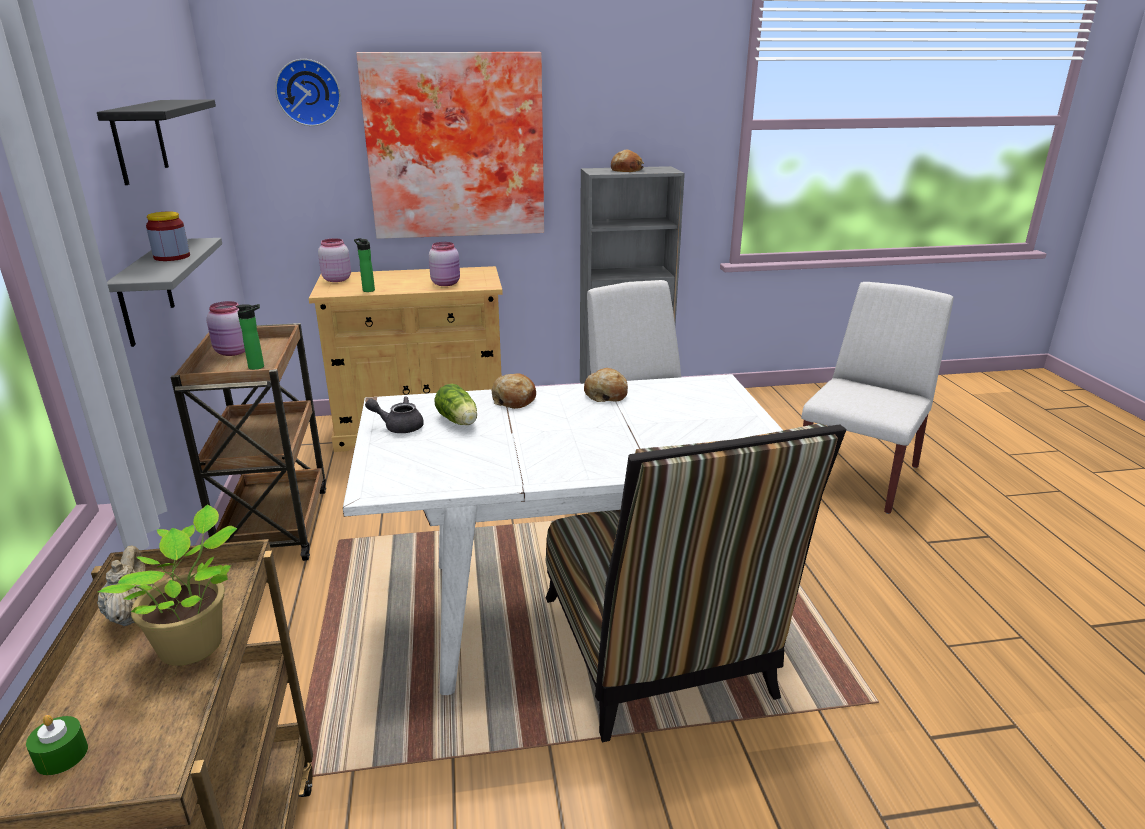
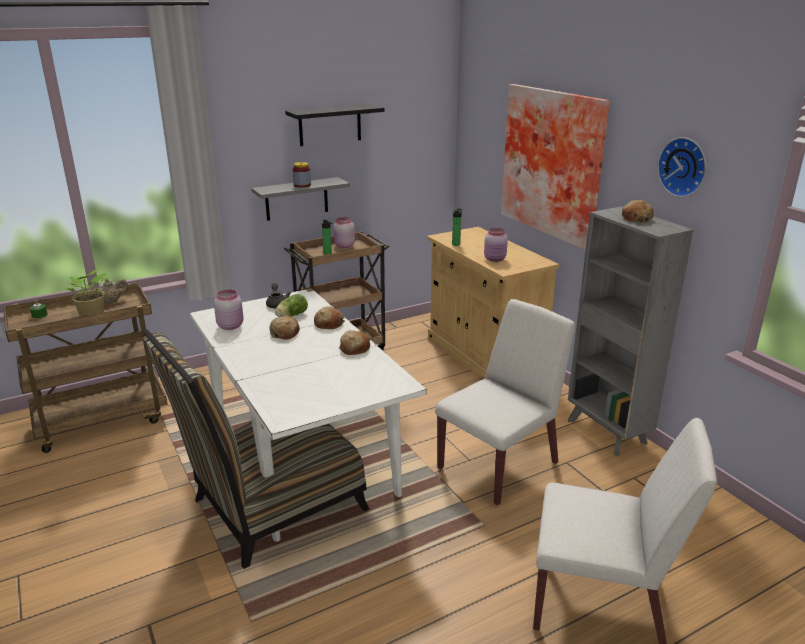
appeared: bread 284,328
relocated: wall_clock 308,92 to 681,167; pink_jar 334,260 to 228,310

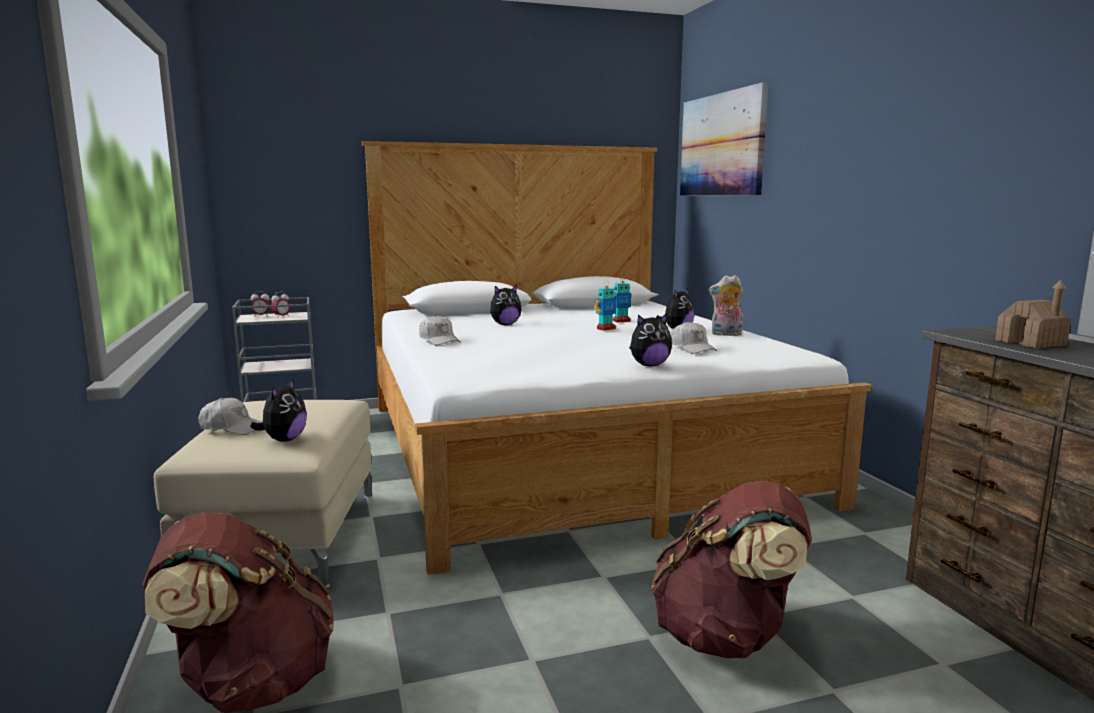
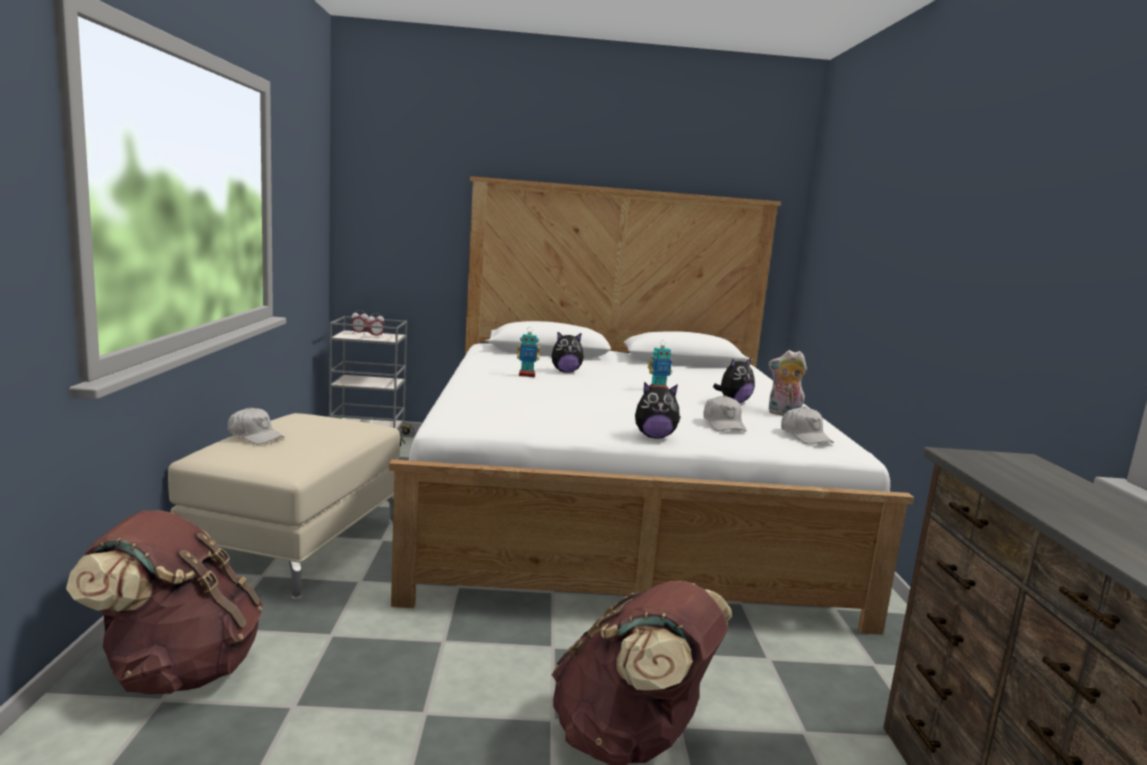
missing: picture 724,138; toy_house 1033,314; plush_toy 278,410
relocated: toy_robot 623,299 to 528,352; white_cap 440,330 to 807,425

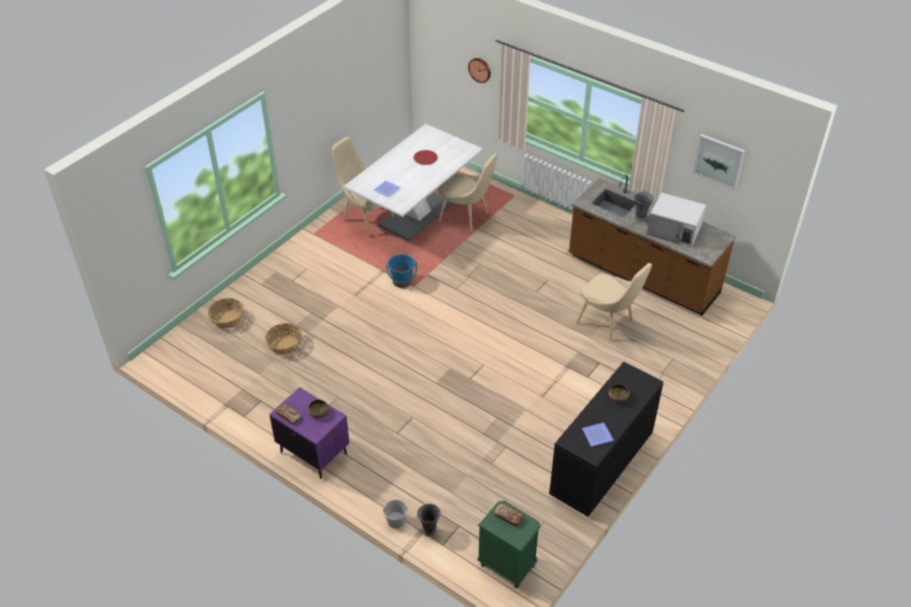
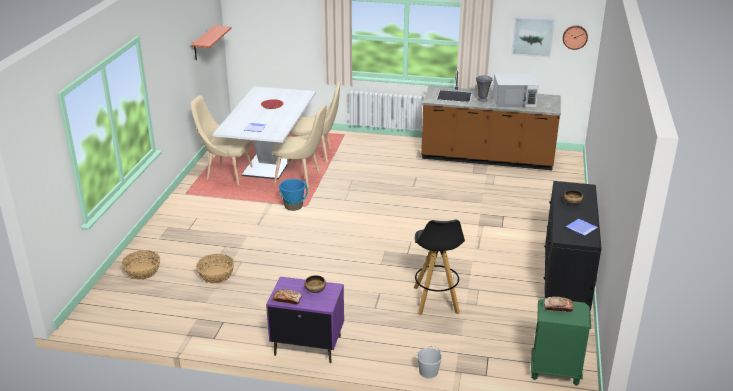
missing: grey_vase 429,520
appeared: shelf 211,43; black_stool 439,267
relocated: wall_clock 479,70 to 575,37; beige_chair 614,302 to 299,145

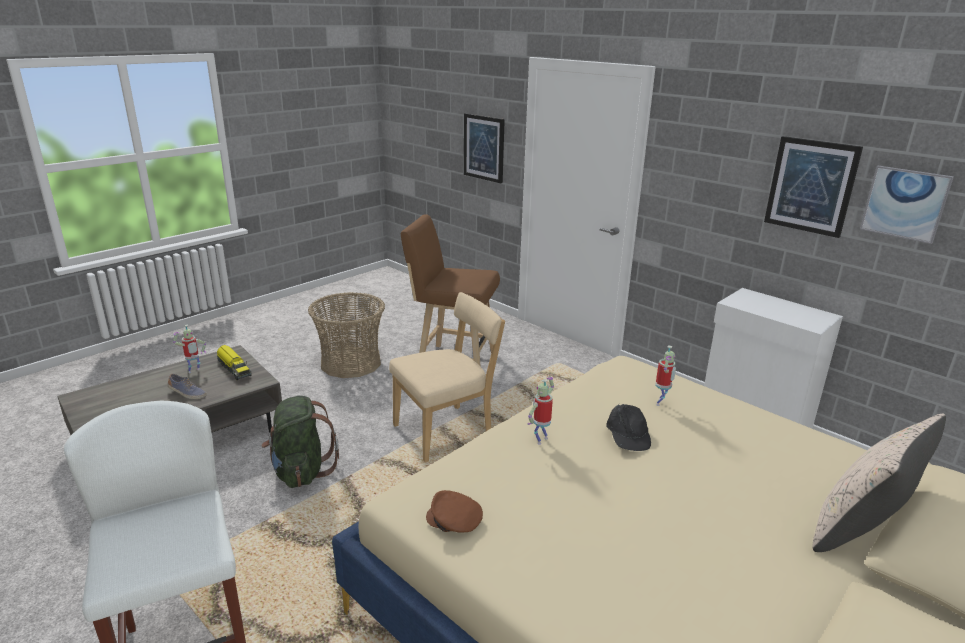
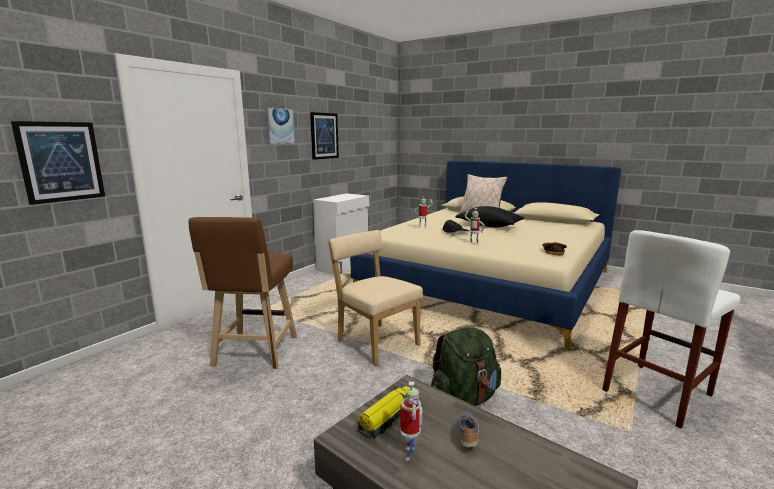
missing: basket 346,335
appeared: black_pillow 489,216
relocated: picture 907,205 to 280,126
spun: toy_robot 189,348 = 411,421 60 degrees clockwise

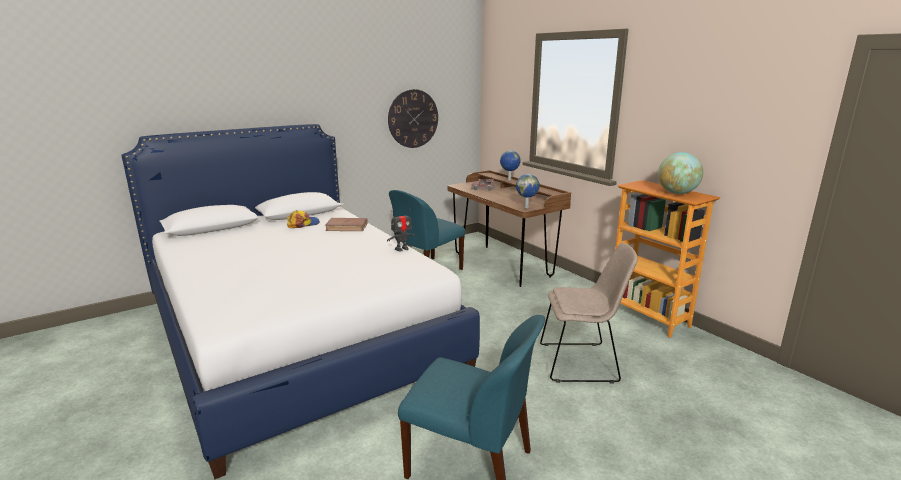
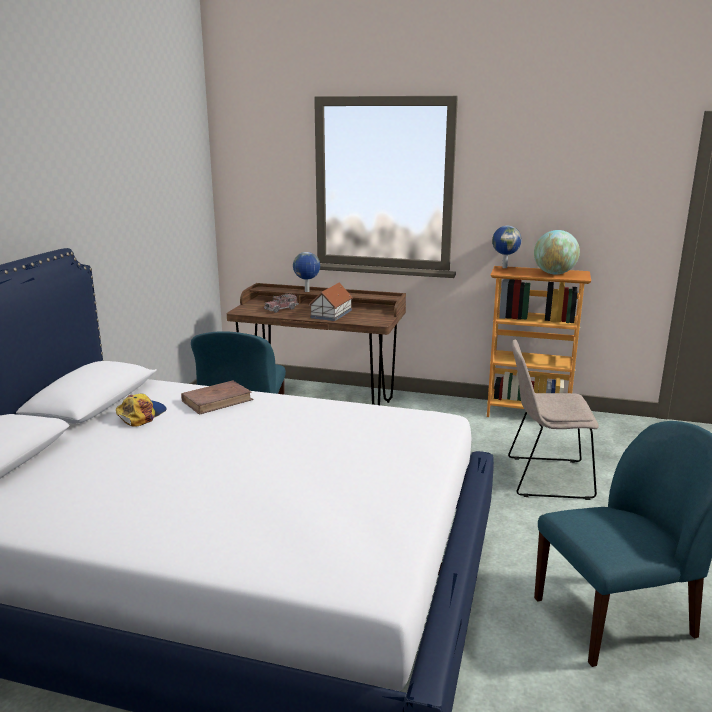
missing: wall_clock 413,118; toy_robot 401,230
appeared: toy_house 331,302
relocated: globe 528,191 to 507,246
spun: beige_chair 588,313 = 553,420 135 degrees counterclockwise

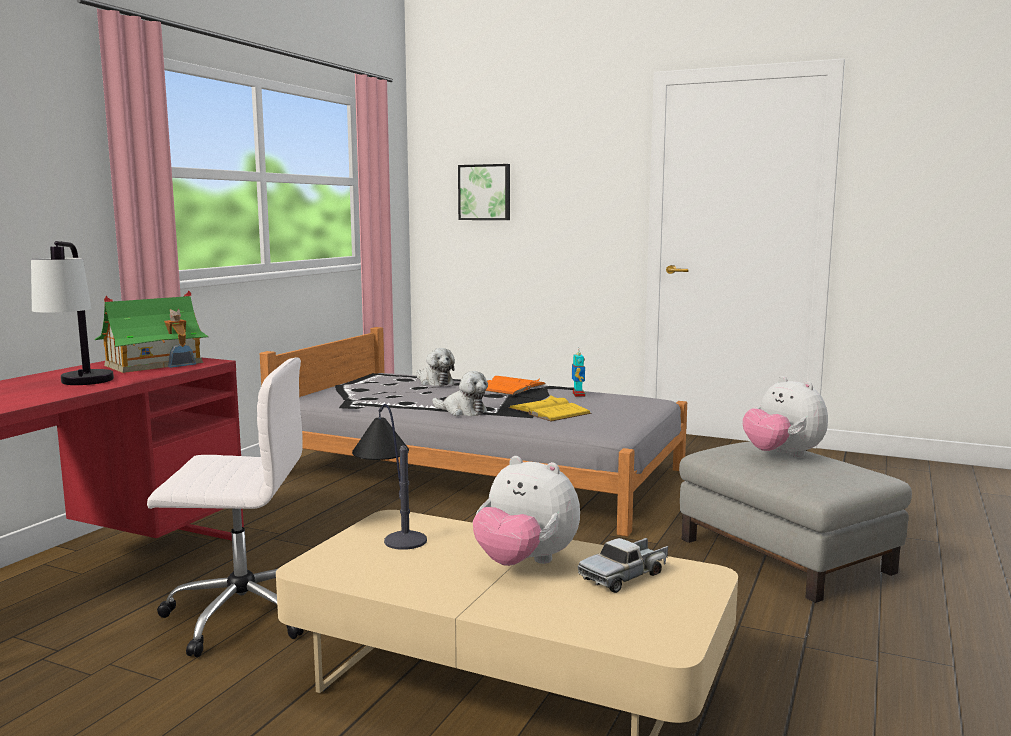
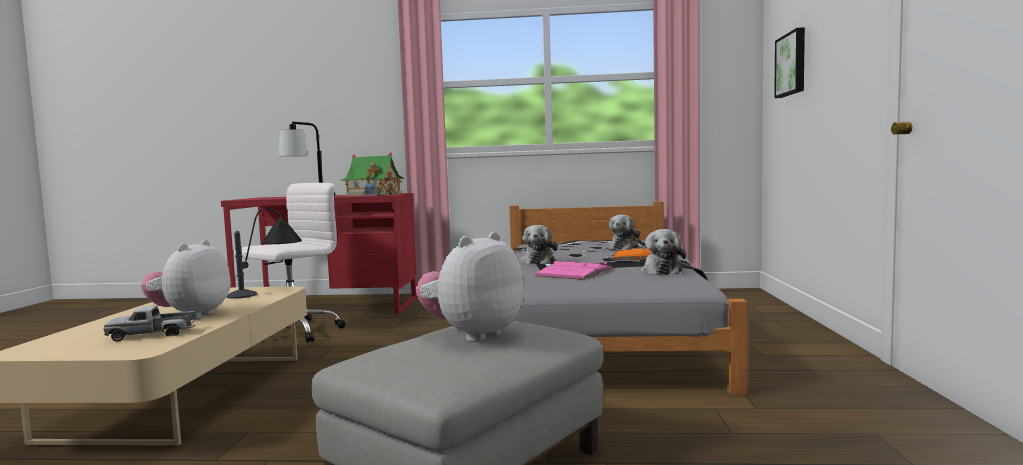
exchanged: toy_robot 579,372 to plush_toy 663,252
colour: yellow_book 549,408 to pink_book 573,270
spun: white_office_chair 225,507 = 289,263 120 degrees counterclockwise; toy_truck 622,565 = 149,323 45 degrees counterclockwise

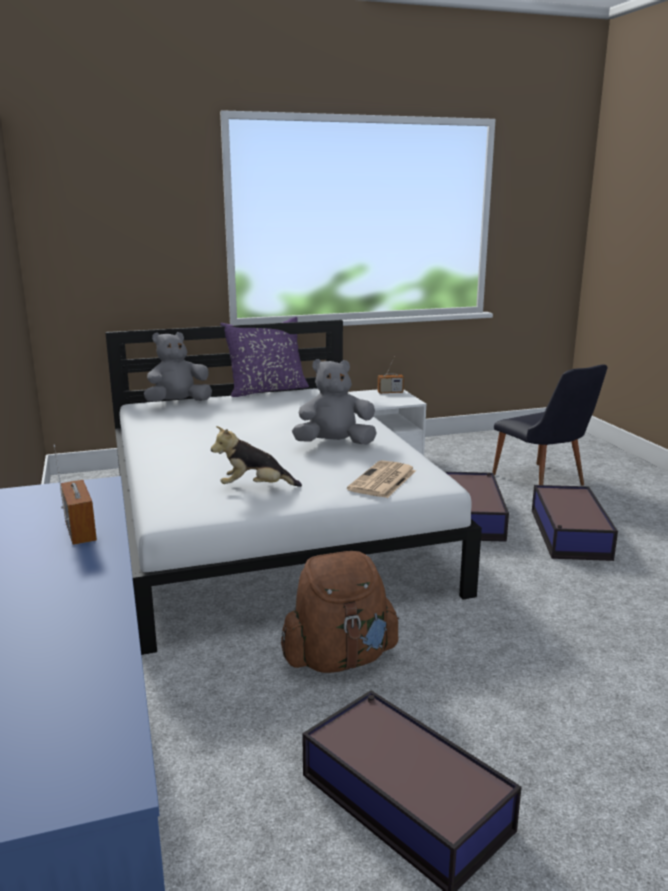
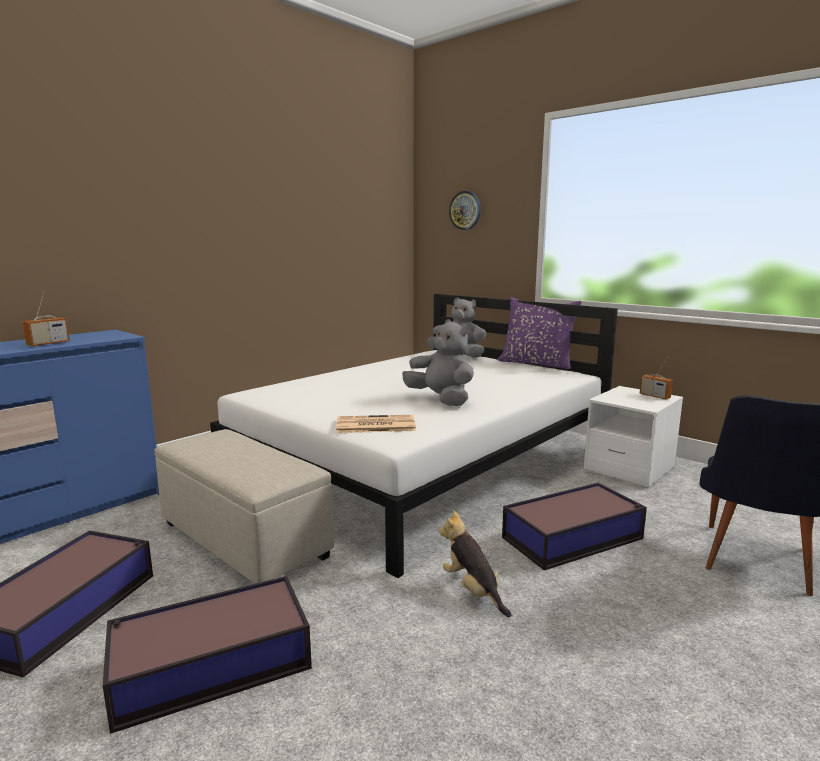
appeared: wall_clock 465,210
relocated: plush_toy 256,456 to 475,563; storage_box 575,523 to 207,655
exchanged: brown_backpack 340,612 to beige_ottoman 244,506

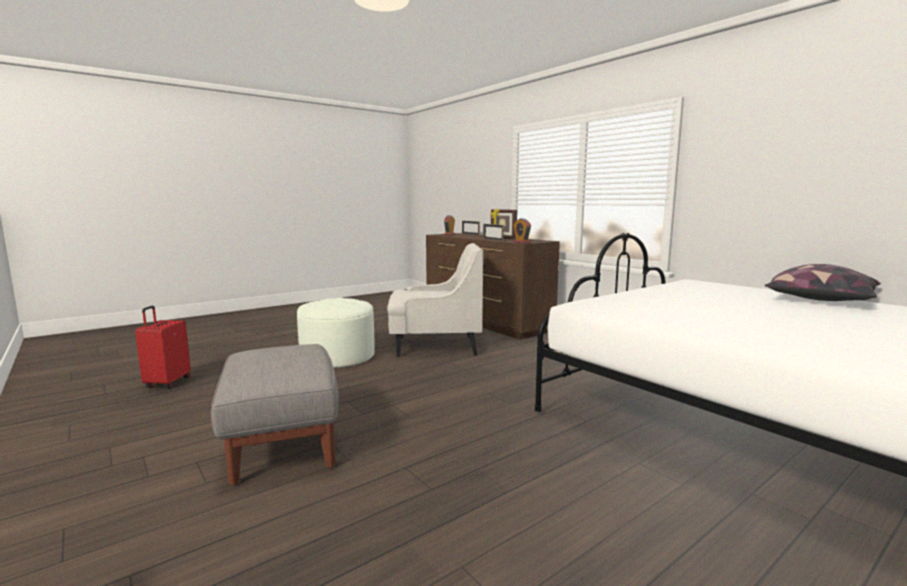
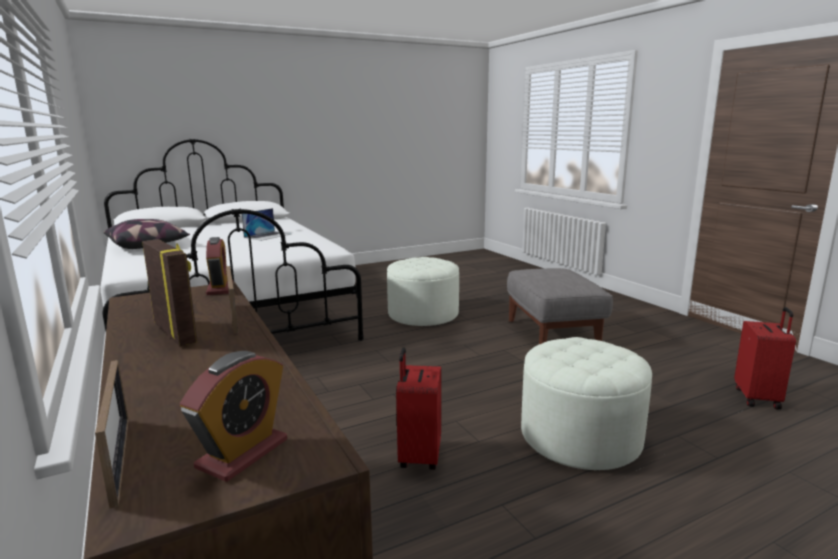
appeared: laptop 266,224; white_ottoman 423,291
exchanged: white_armchair 435,300 to red_suitcase 418,409

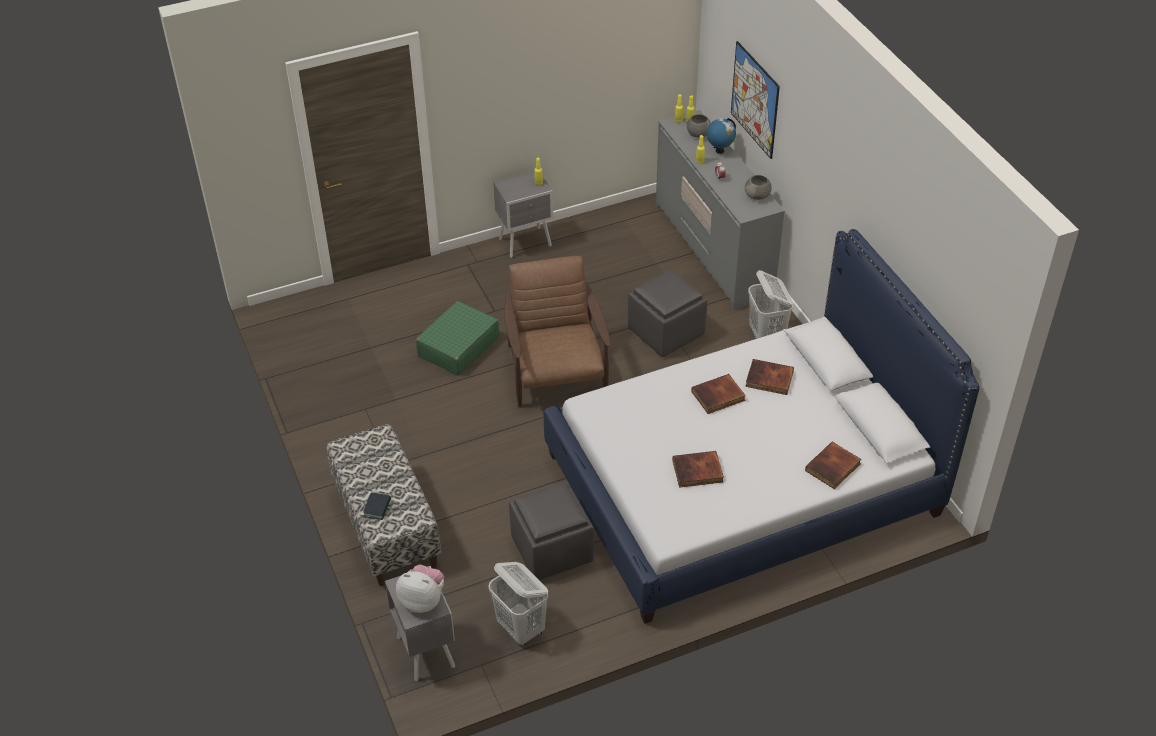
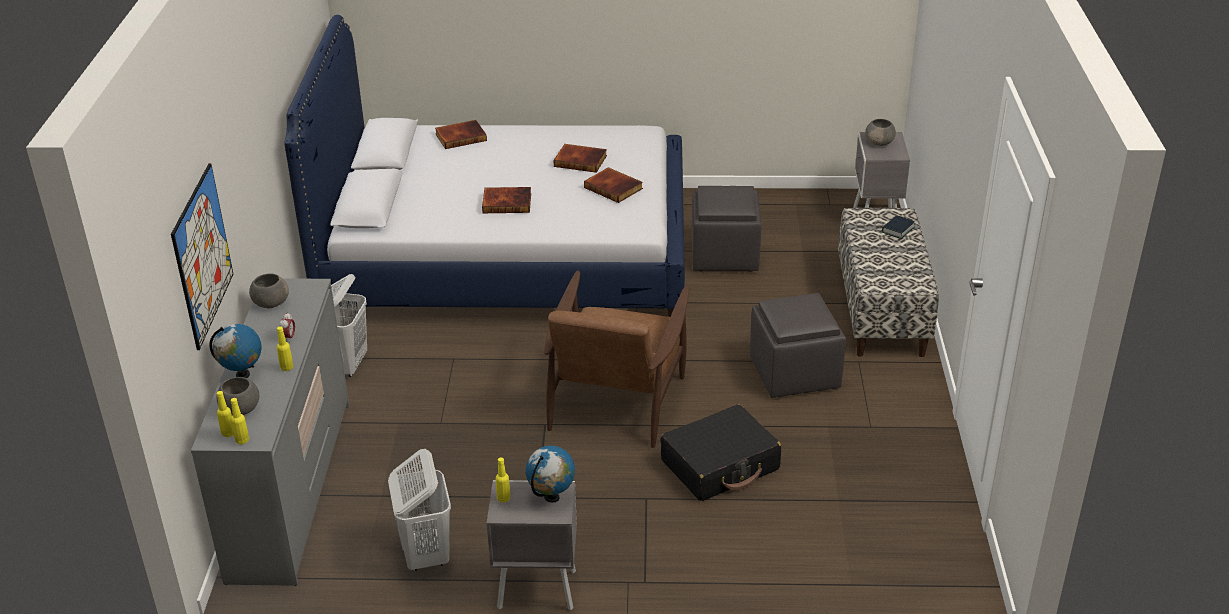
appeared: globe 550,474
relocated: grey_ottoman 667,313 to 798,345; book 769,377 to 613,185; white_laundry_basket 518,604 to 419,510
exchanged: plush_toy 420,589 to grey_bowl 880,132
colour: green_suitcase 457,338 to black_suitcase 720,453

